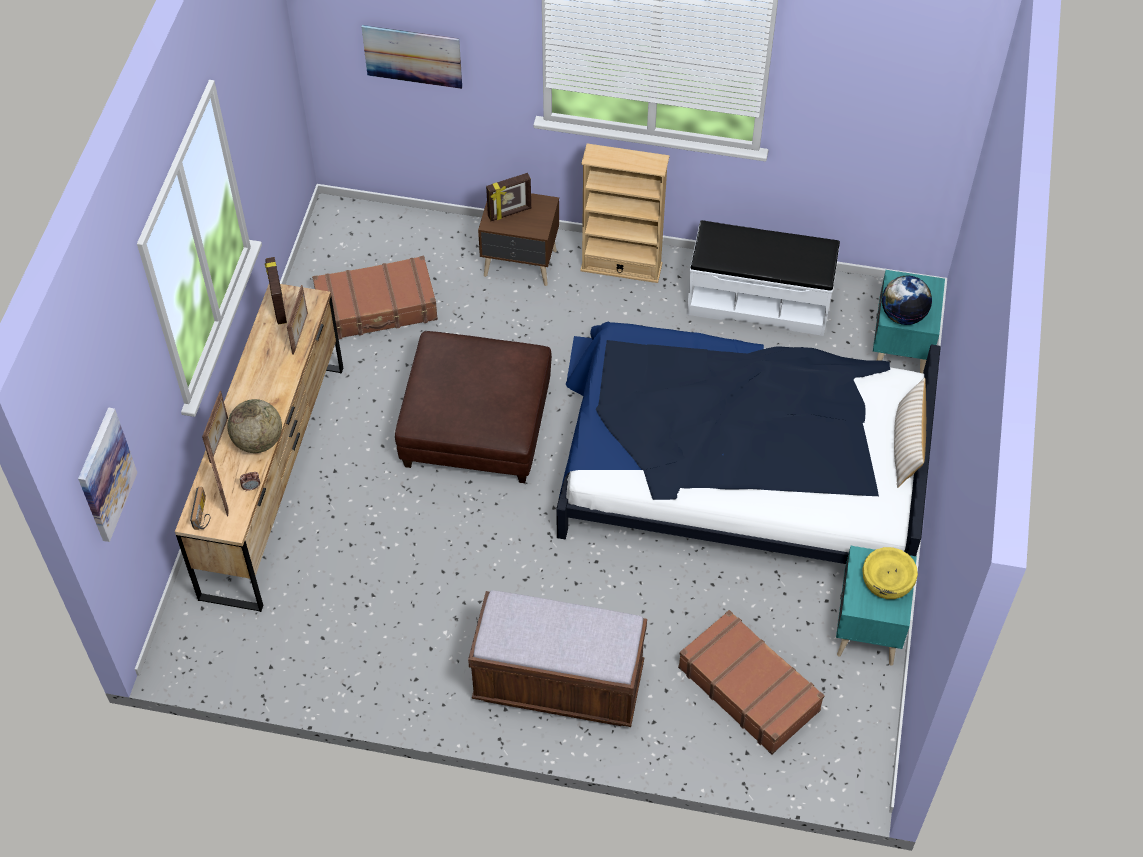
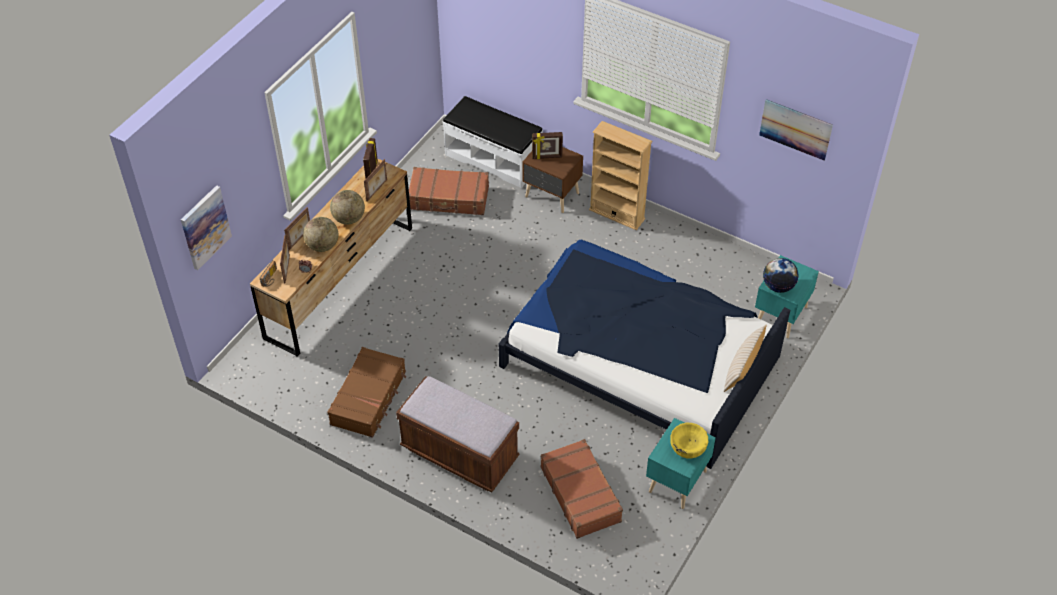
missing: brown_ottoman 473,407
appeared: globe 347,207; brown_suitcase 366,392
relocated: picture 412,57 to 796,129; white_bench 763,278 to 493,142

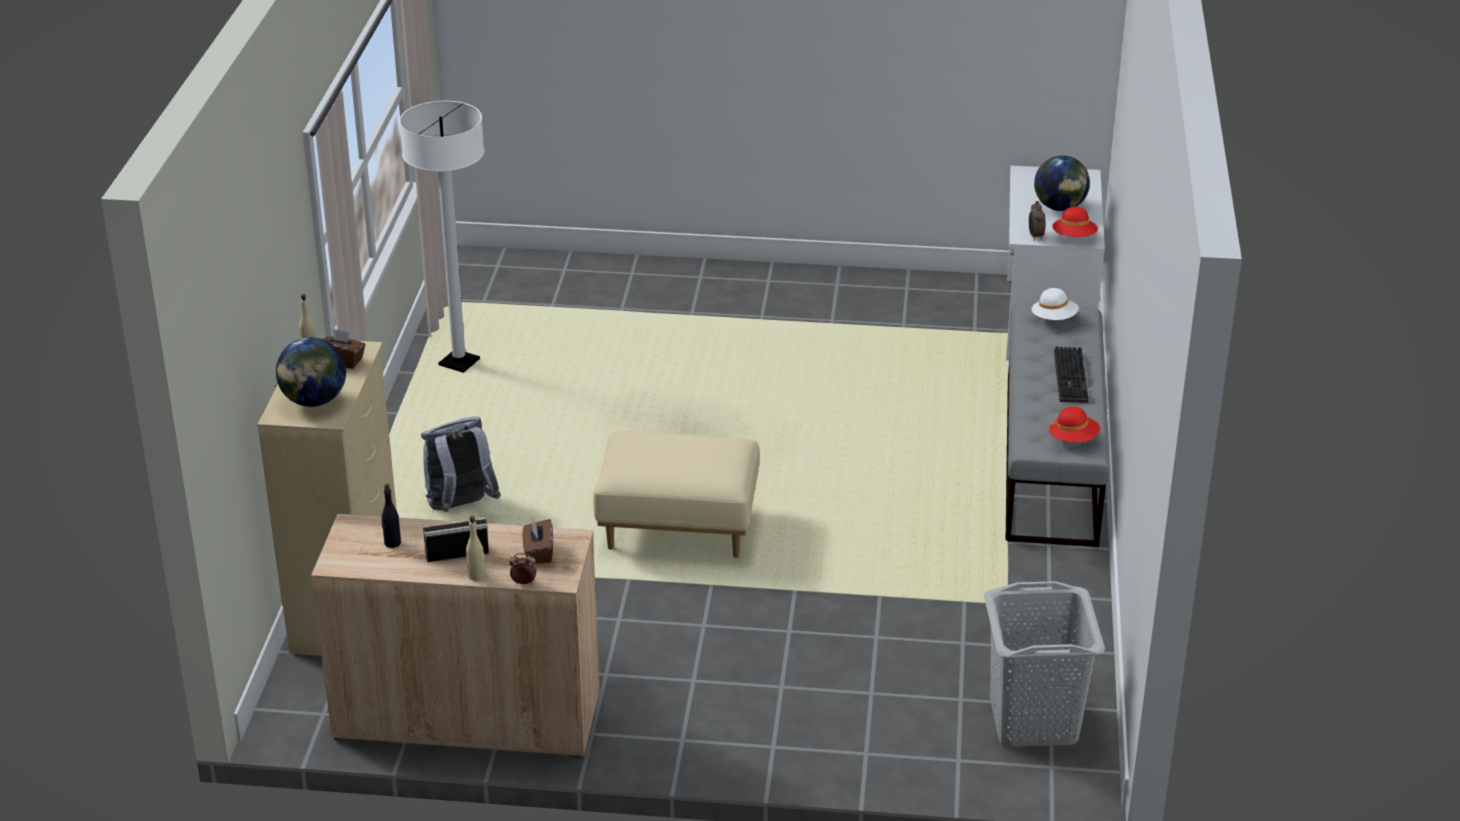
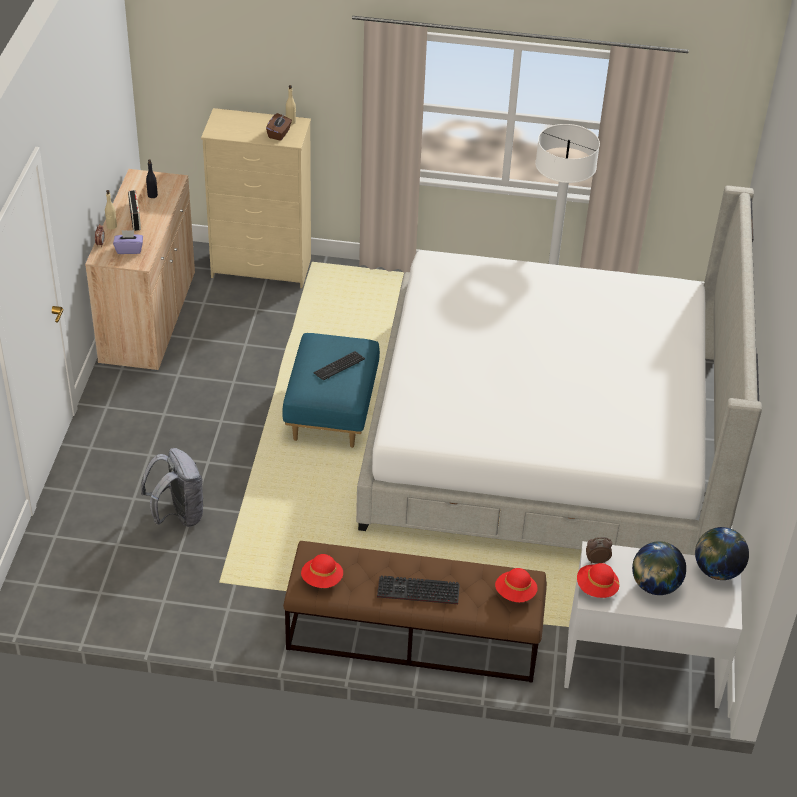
missing: grey_laundry_basket 1044,664
appeared: bed 559,370; keyboard 339,365
relocated: globe 311,372 to 722,553; grey_backpack 461,464 to 172,487
colour: white_hat 1055,304 to red_hat 516,585; grey_bench 1058,425 to brown_bench 415,612; beige_ottoman 676,495 to blue_ottoman 331,390; brown_tissue_box 538,541 to purple_tissue_box 128,242

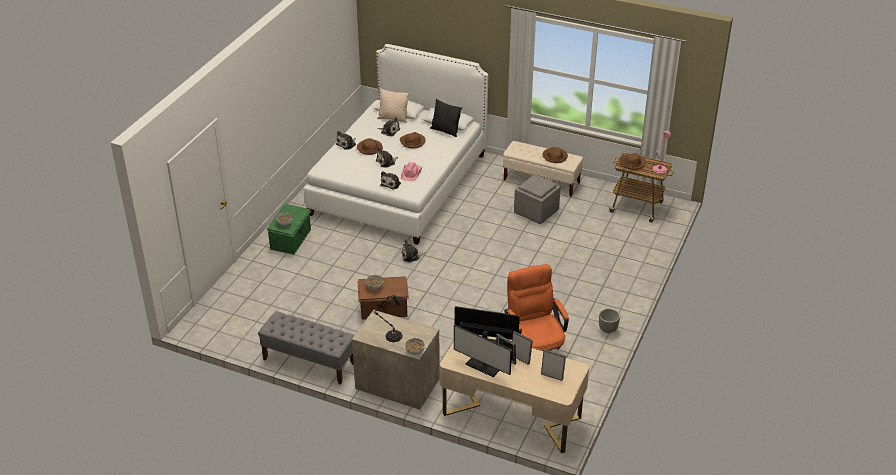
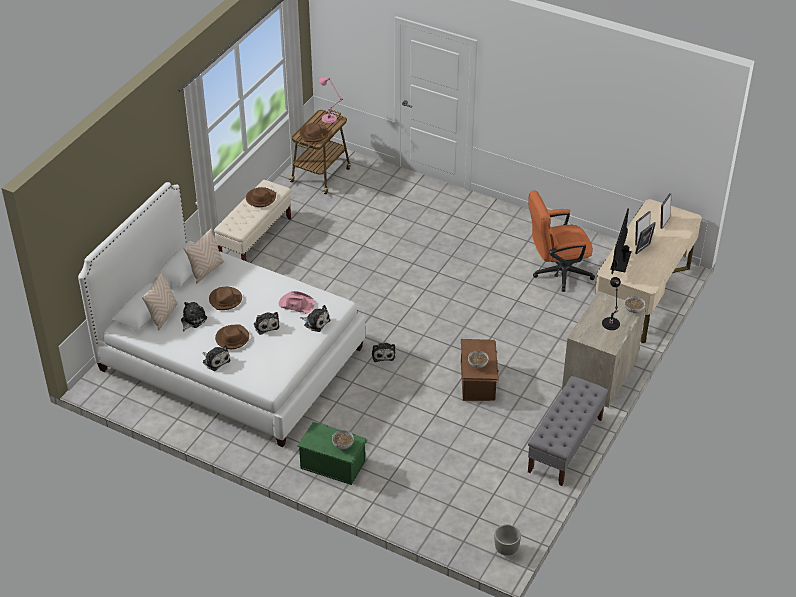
missing: grey_ottoman 537,199; monitor 483,351
relocated: planter 609,321 to 507,540
colour: black_pillow 446,118 to beige_pillow 204,256

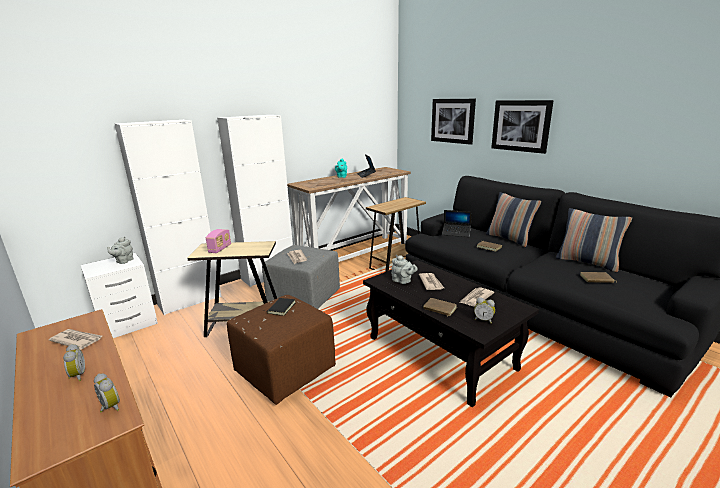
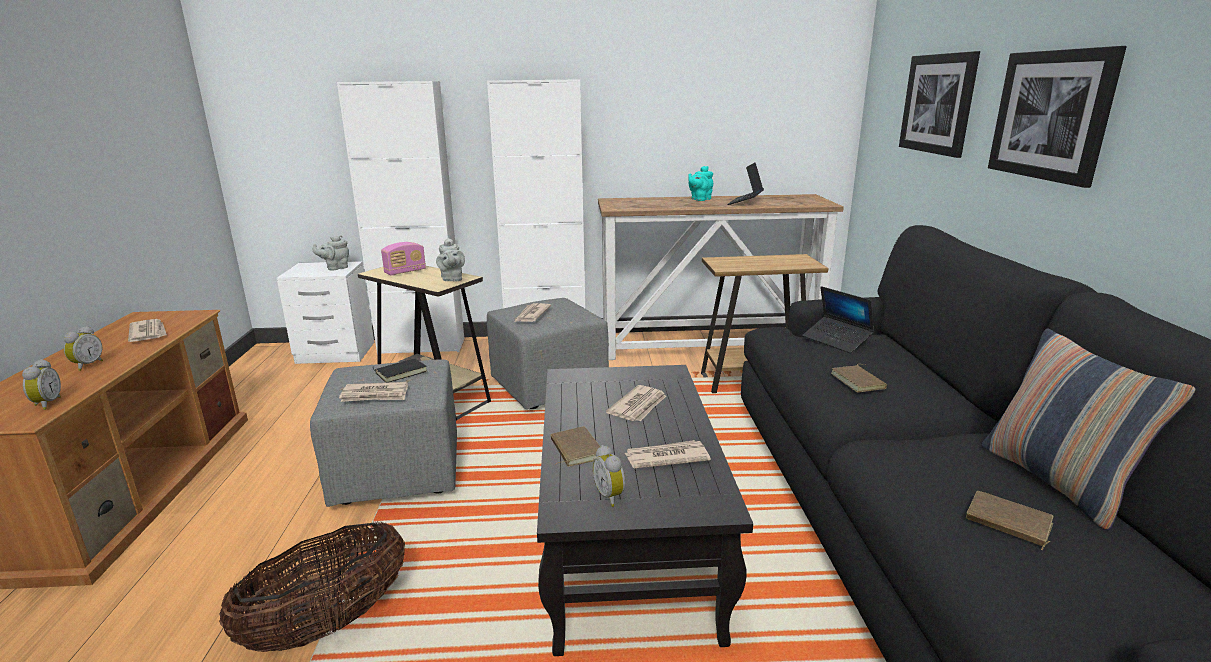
missing: pillow 513,219
appeared: newspaper 373,392; basket 312,587
relocated: grey_teapot 405,269 to 450,259
colour: brown_ottoman 281,350 to grey_ottoman 383,433

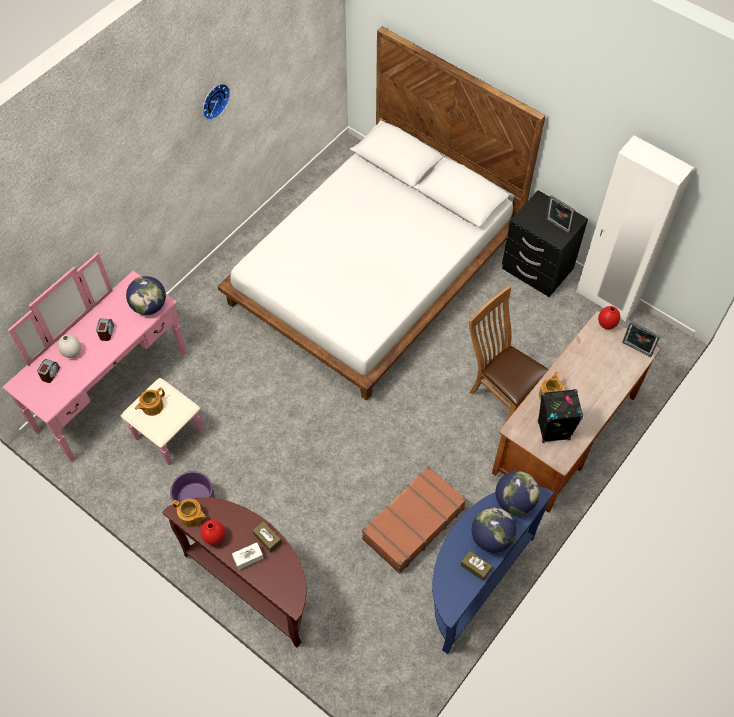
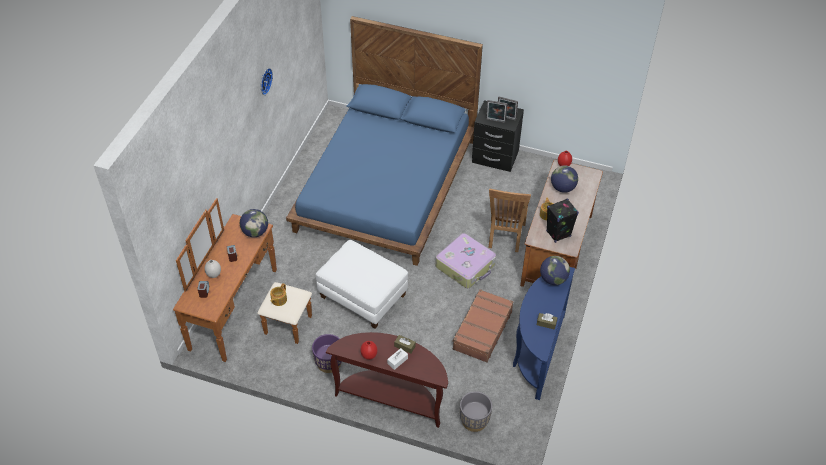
missing: white_wardrobe 635,229; teapot 189,513
appeared: suitcase 466,260; white_ottoman 362,284; grey_planter 476,411
relocated: picture_frame 641,339 to 496,111; globe 494,530 to 564,179
colour: white_bed 382,213 to blue_bed 384,141; pink_dresser 103,359 to brown_dresser 242,280
spun: brown_chair 509,353 = 510,220 105 degrees counterclockwise

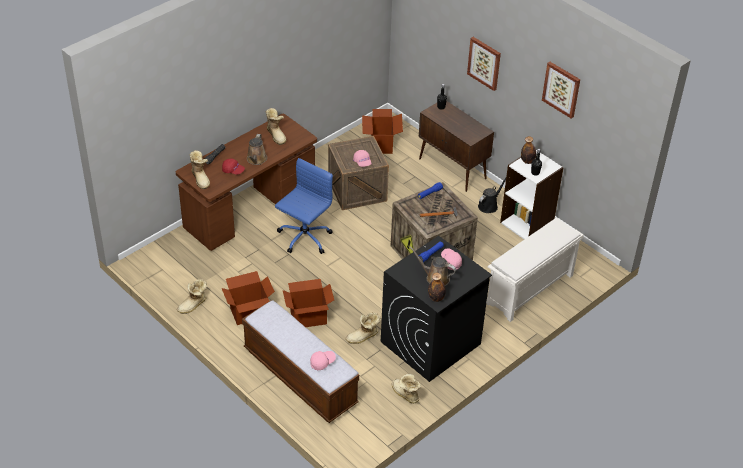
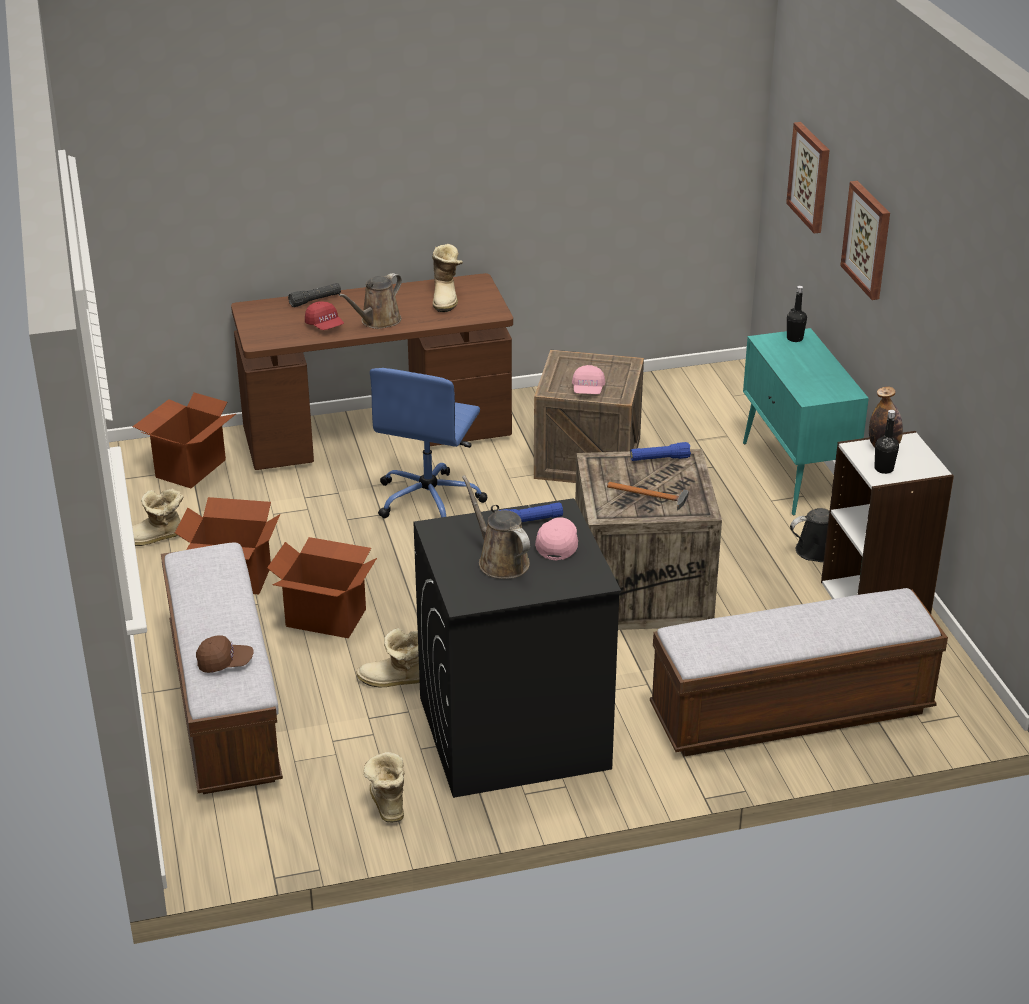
missing: boot 199,169; bottle 437,287
relocated: picture 561,90 to 808,178; cardboard_box 382,131 to 184,440
exchanged: white_shoe_rack 535,270 to bench 799,672
colour: brown_cabinet 456,146 to turquoise_cabinet 806,421; pink_cap 323,360 to brown_cap 225,654
spun: blue_office_chair 304,206 = 428,443 135 degrees clockwise

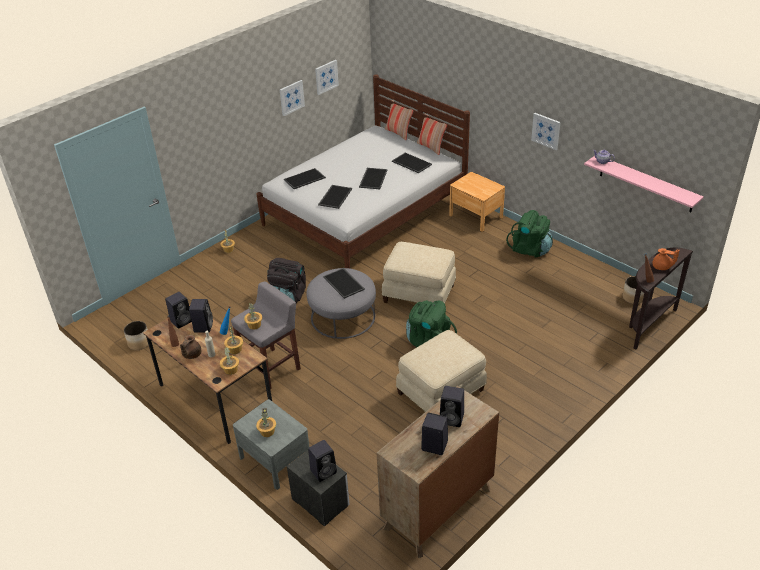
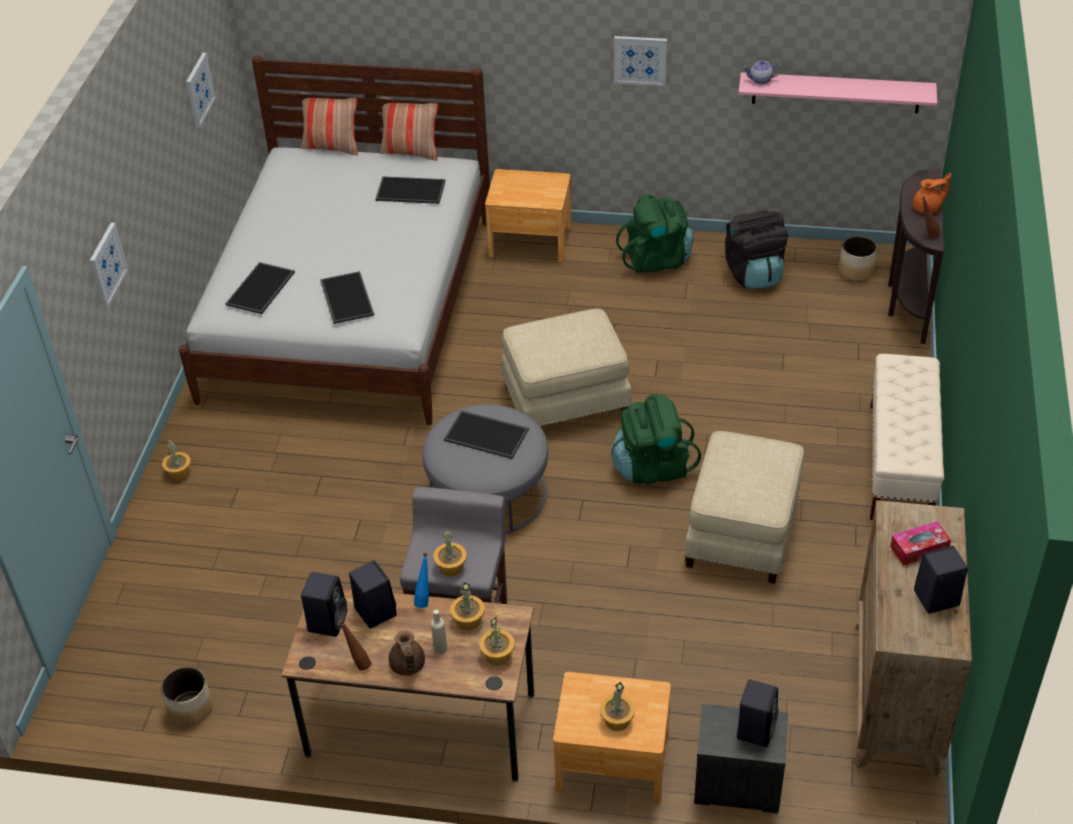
missing: tray 373,178
appeared: beige_bench 907,437
relocated: picture 292,98 to 109,265; black_backpack 286,281 to 756,249
exchanged: black_speaker 452,406 to tissue_box 920,543
colour: grey_nightstand 271,444 to brown_nightstand 612,738

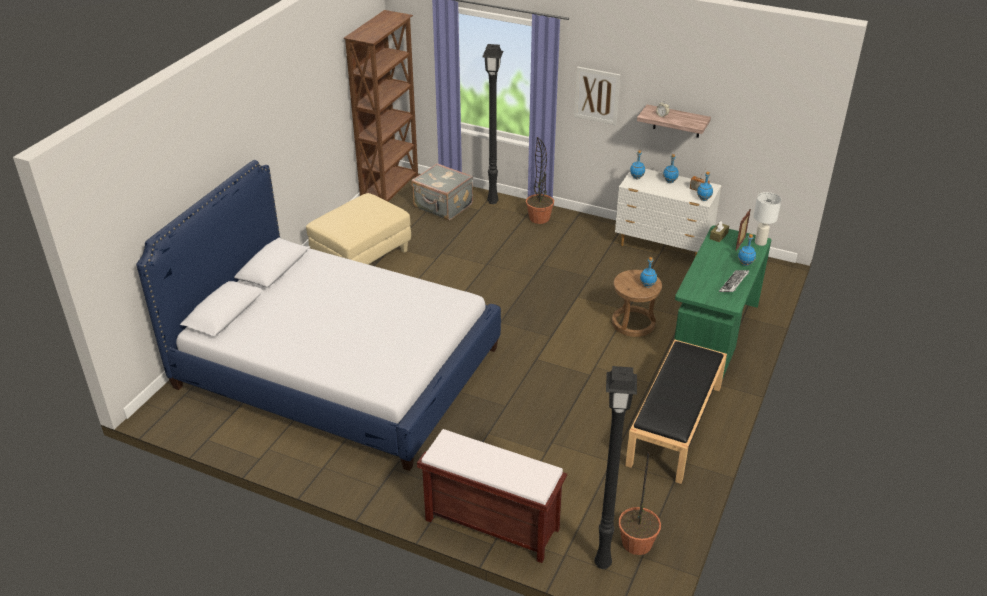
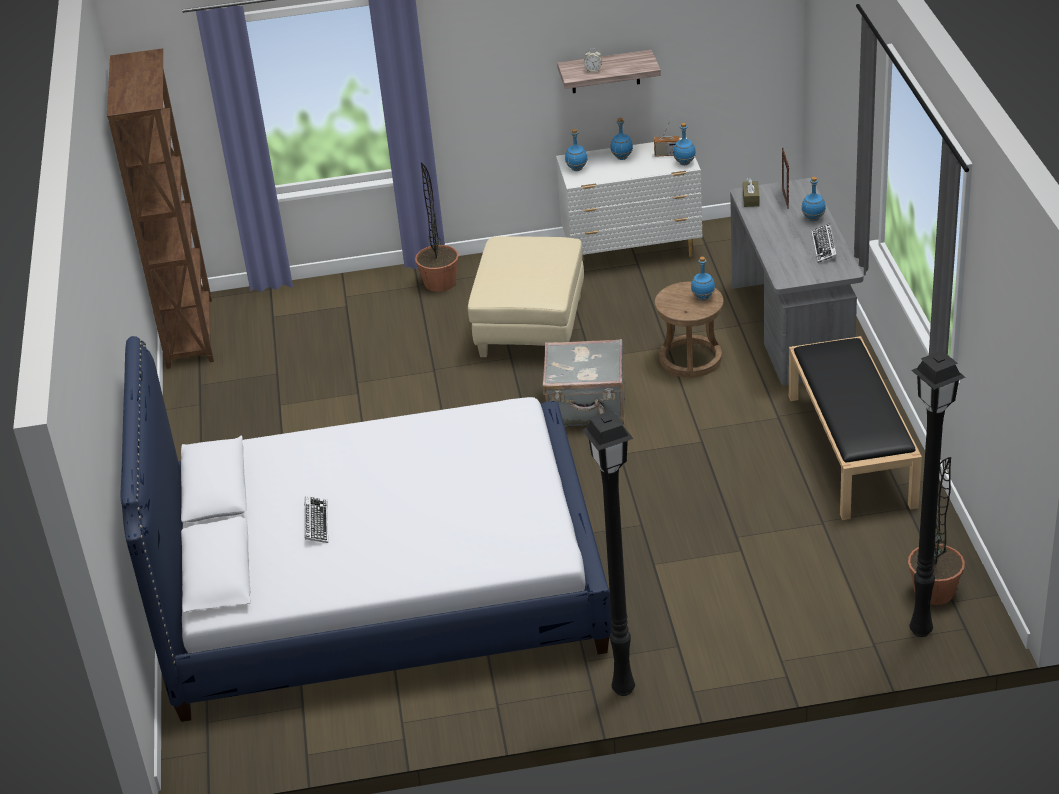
missing: picture 597,95; white_table_lamp 767,219; brown_bench 492,496
appeared: keyboard 316,519
relocated: black_floor_lamp 492,124 to 608,553; grey_suitcase 442,191 to 583,383; beige_ottoman 358,228 to 526,296
colour: green_desk 722,301 to grey_desk 797,282

